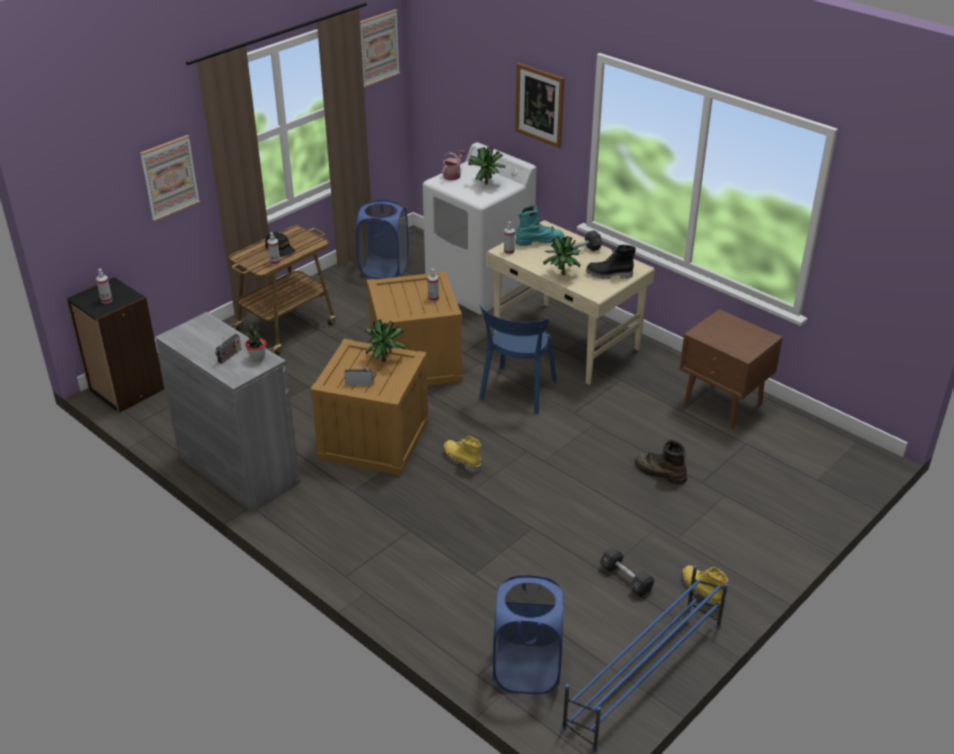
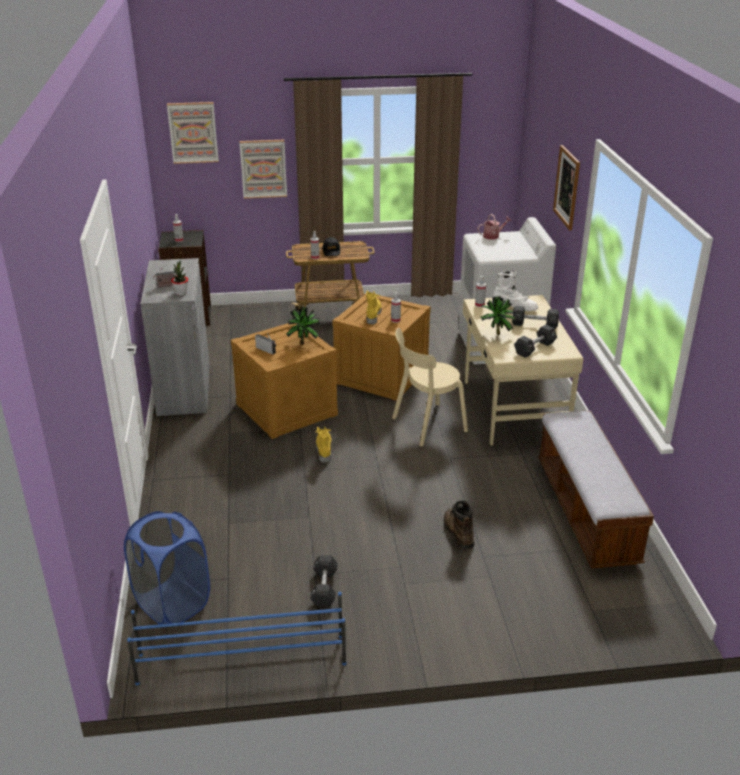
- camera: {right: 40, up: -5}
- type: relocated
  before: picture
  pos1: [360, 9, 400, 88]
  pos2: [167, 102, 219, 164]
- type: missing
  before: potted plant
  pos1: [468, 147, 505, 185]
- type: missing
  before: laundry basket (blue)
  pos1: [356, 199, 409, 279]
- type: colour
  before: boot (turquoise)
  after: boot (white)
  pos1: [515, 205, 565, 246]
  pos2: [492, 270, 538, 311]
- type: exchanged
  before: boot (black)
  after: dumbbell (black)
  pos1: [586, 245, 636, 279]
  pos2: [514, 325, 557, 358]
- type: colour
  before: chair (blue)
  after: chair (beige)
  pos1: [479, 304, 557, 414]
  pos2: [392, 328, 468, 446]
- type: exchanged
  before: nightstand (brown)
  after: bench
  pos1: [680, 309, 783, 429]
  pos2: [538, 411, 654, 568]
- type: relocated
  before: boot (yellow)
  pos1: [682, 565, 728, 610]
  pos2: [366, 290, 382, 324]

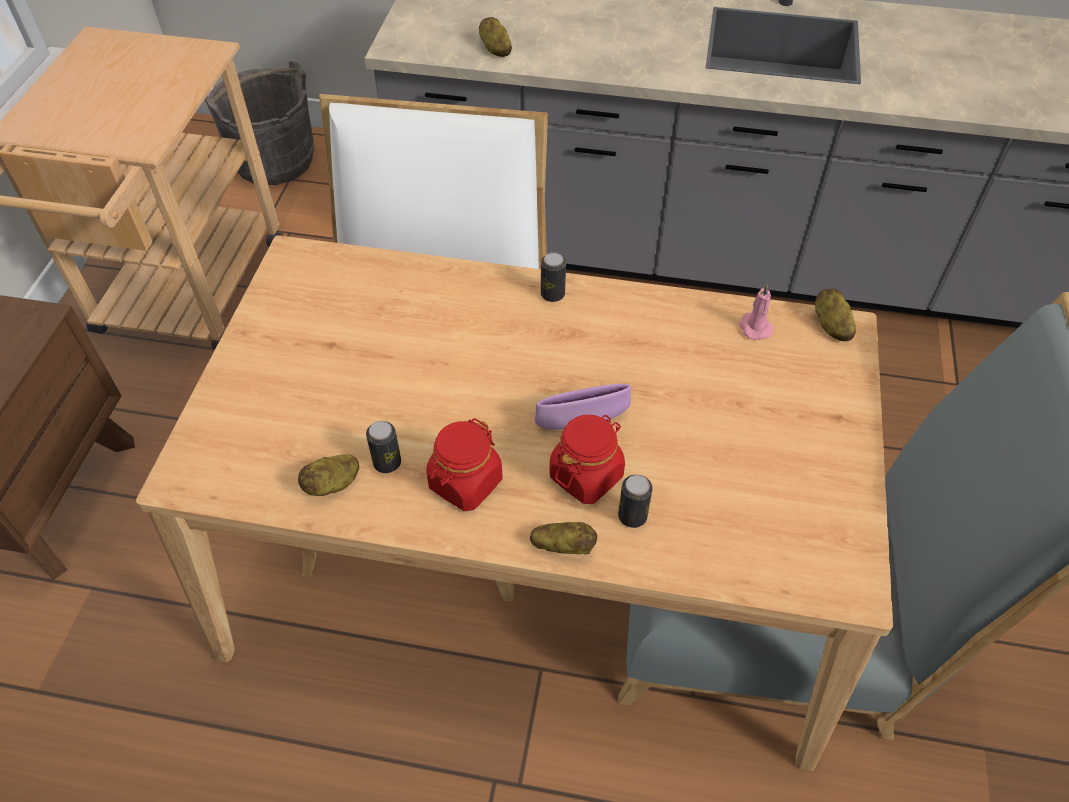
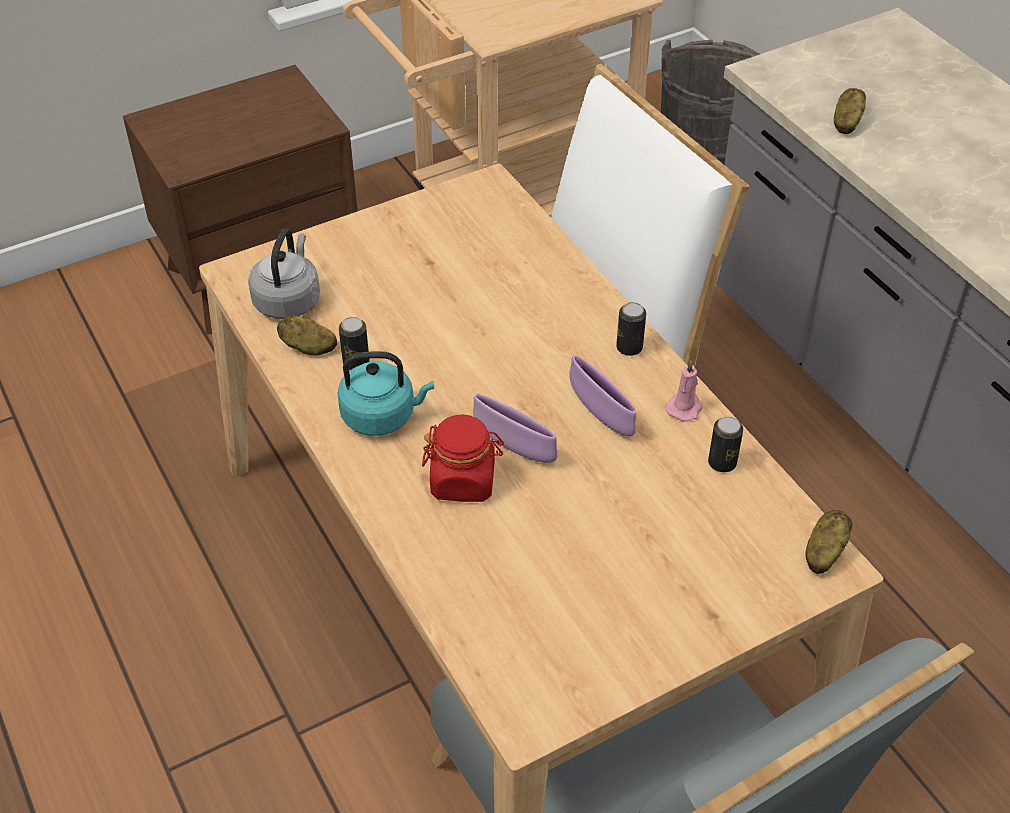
- camera: {right: 50, up: -5}
- type: relocated
  before: candle (pink)
  pos1: [739, 284, 774, 340]
  pos2: [665, 361, 703, 422]
- type: exchanged
  before: jar (red)
  after: kettle (turquoise)
  pos1: [426, 418, 503, 511]
  pos2: [337, 352, 434, 436]
- type: relocated
  before: can
  pos1: [618, 475, 653, 528]
  pos2: [708, 416, 743, 472]
- type: missing
  before: potato
  pos1: [530, 522, 597, 555]
- type: appeared
  after: kettle (grey)
  pos2: [248, 229, 320, 319]
- type: appeared
  after: bowl (purple)
  pos2: [570, 355, 636, 437]

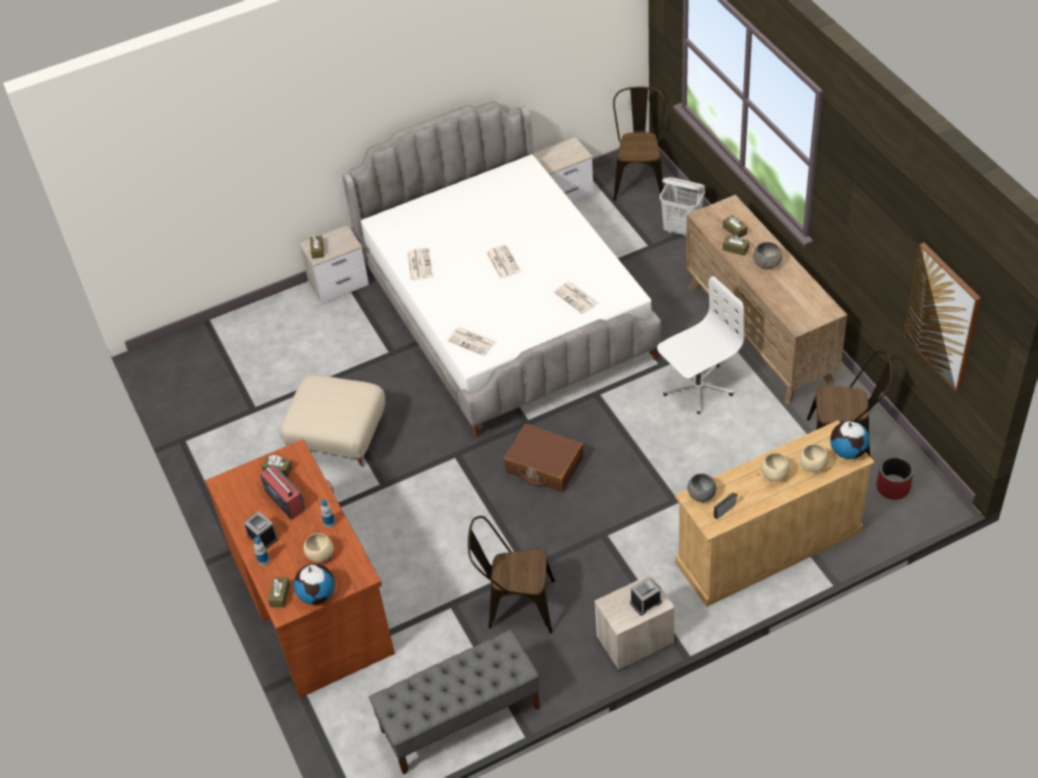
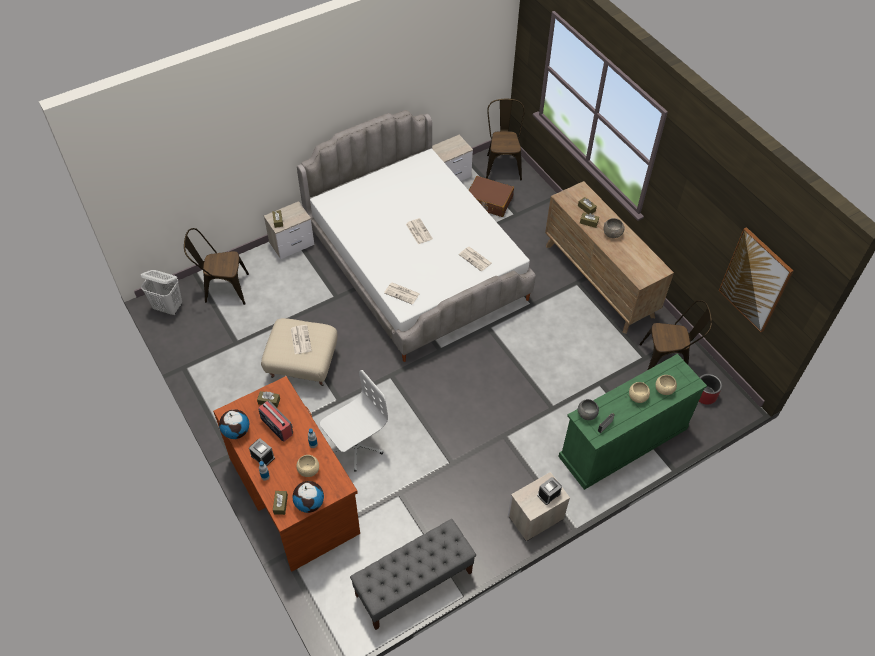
- camera: {right: -10, up: 5}
- type: relocated
  before: laundry basket (white)
  pos1: [660, 177, 705, 236]
  pos2: [141, 270, 182, 315]
- type: relocated
  before: newspaper
  pos1: [407, 248, 432, 281]
  pos2: [291, 325, 312, 354]
- type: relocated
  before: office chair (white)
  pos1: [657, 276, 745, 414]
  pos2: [320, 370, 388, 472]
- type: colour
  before: dresser (beige)
  after: dresser (green)
  pos1: [675, 420, 874, 607]
  pos2: [558, 354, 707, 490]
- type: relocated
  before: globe
  pos1: [830, 421, 870, 459]
  pos2: [219, 409, 249, 439]
- type: relocated
  before: suitcase (brown)
  pos1: [504, 424, 584, 492]
  pos2: [469, 176, 514, 217]
- type: relocated
  before: chair (brown)
  pos1: [468, 516, 555, 634]
  pos2: [184, 228, 249, 305]

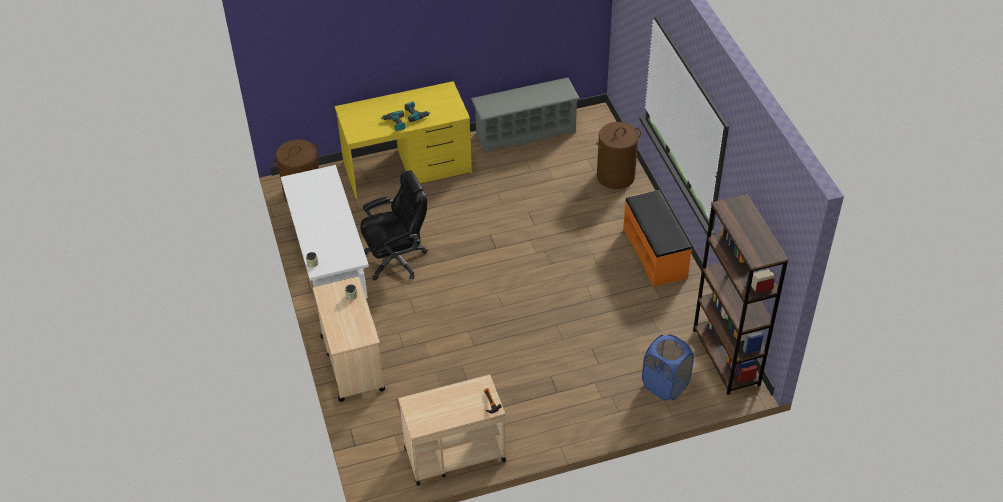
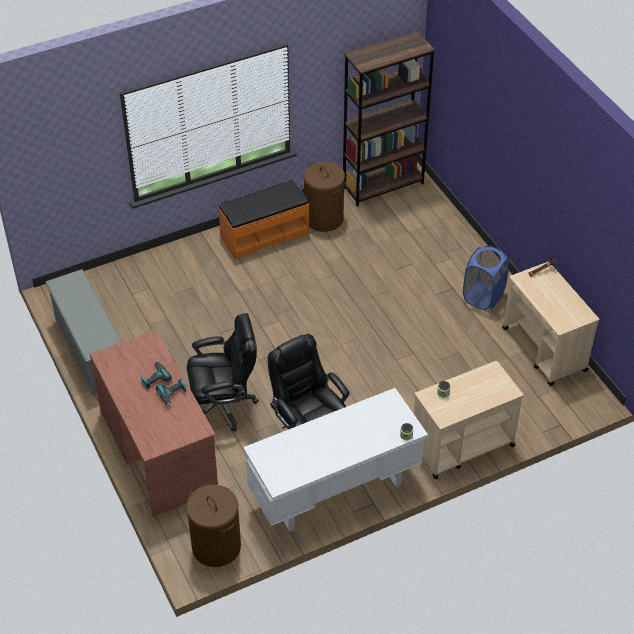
- camera: {right: -100, up: 0}
- type: colour
  before: desk (yellow)
  after: desk (brown)
  pos1: [334, 81, 472, 199]
  pos2: [90, 330, 218, 517]
- type: relocated
  before: laundry basket (brown)
  pos1: [596, 122, 641, 189]
  pos2: [304, 162, 345, 232]
- type: relocated
  before: laundry basket (blue)
  pos1: [642, 335, 694, 400]
  pos2: [463, 246, 509, 310]
- type: appeared
  after: office chair (black)
  pos2: [187, 313, 259, 432]

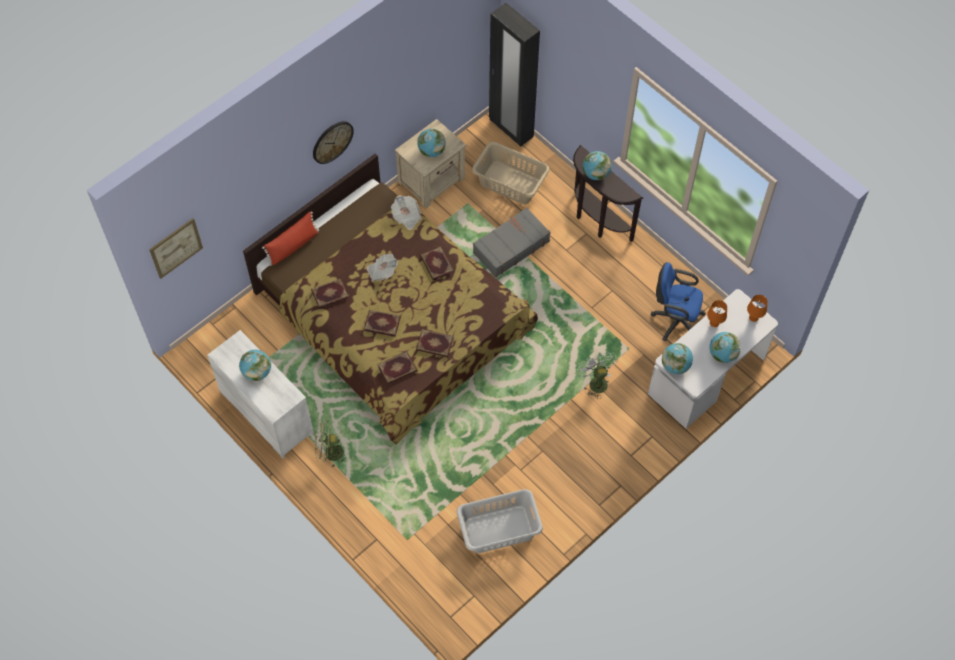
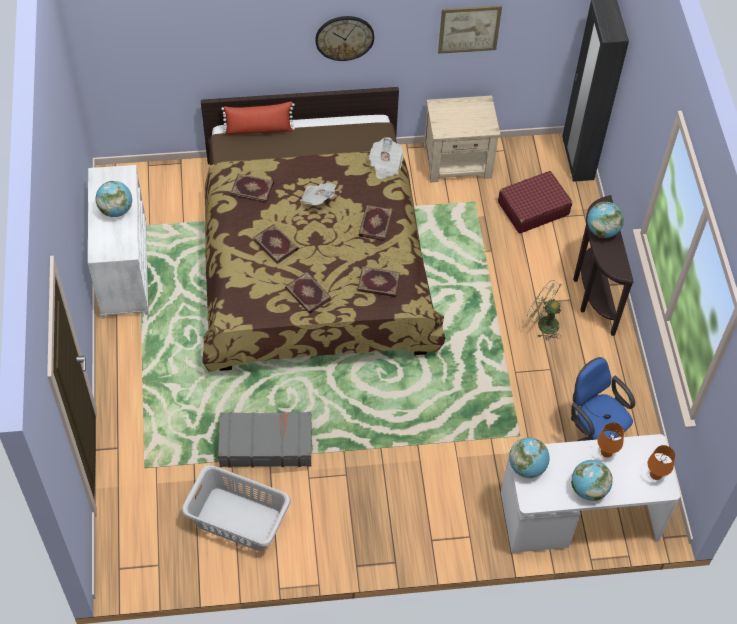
- camera: {right: 35, up: -5}
- type: missing
  before: globe
  pos1: [417, 129, 446, 157]
- type: exchanged
  before: laundry basket (beige)
  after: suitcase (red)
  pos1: [472, 142, 550, 205]
  pos2: [498, 171, 572, 233]
- type: relocated
  before: suitcase (grey)
  pos1: [473, 208, 551, 277]
  pos2: [218, 411, 312, 468]
- type: relocated
  before: picture
  pos1: [149, 218, 203, 279]
  pos2: [438, 5, 502, 54]
- type: relocated
  before: book
  pos1: [377, 351, 417, 385]
  pos2: [357, 266, 401, 297]
- type: missing
  before: fan (white)
  pos1: [577, 352, 618, 399]
- type: relocated
  before: fan (green)
  pos1: [315, 420, 347, 468]
  pos2: [526, 280, 561, 340]

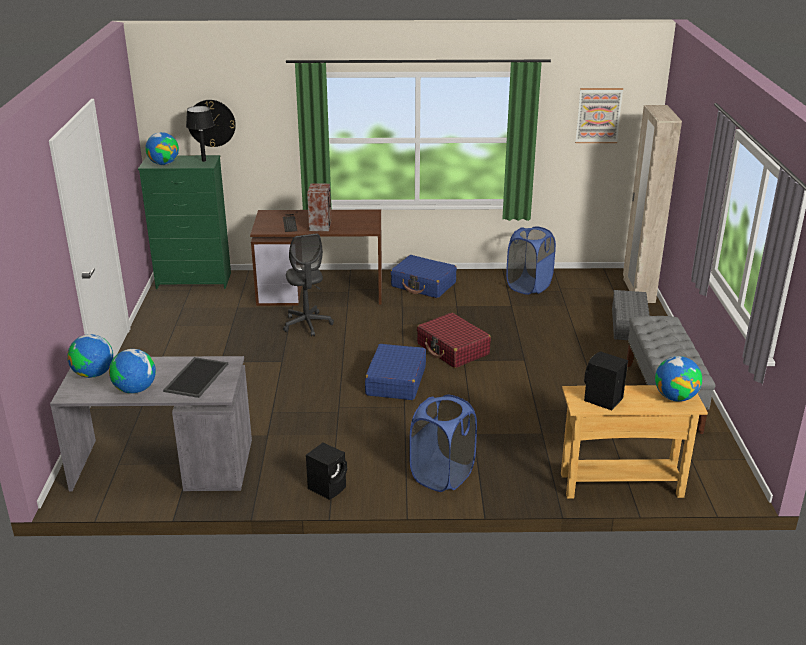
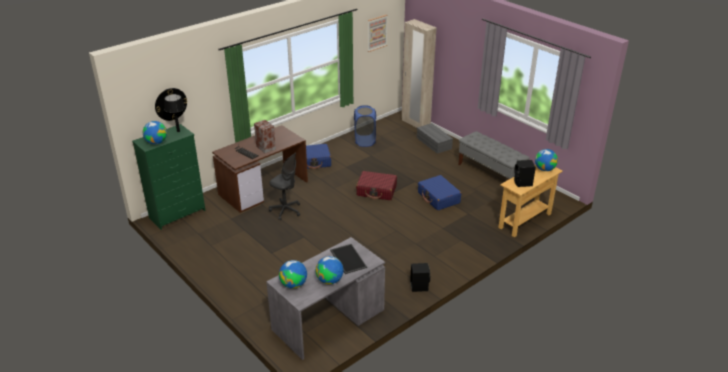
- camera: {right: -40, up: 5}
- type: relocated
  before: suitcase (blue)
  pos1: [365, 344, 426, 400]
  pos2: [418, 175, 461, 211]
- type: missing
  before: laundry basket (blue)
  pos1: [410, 395, 477, 492]

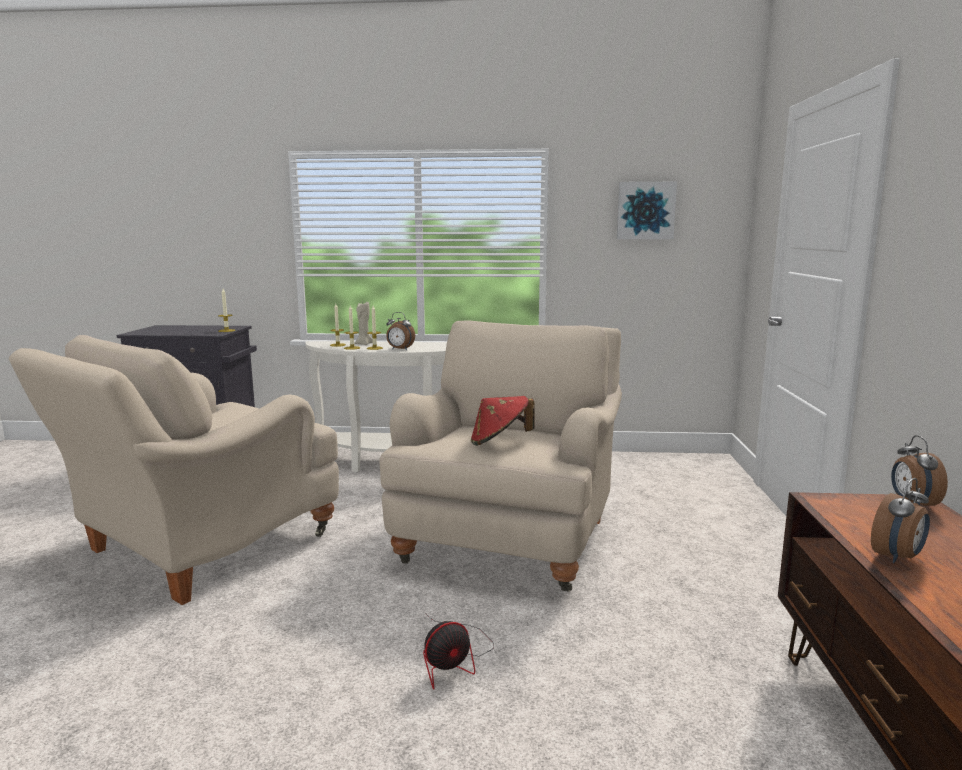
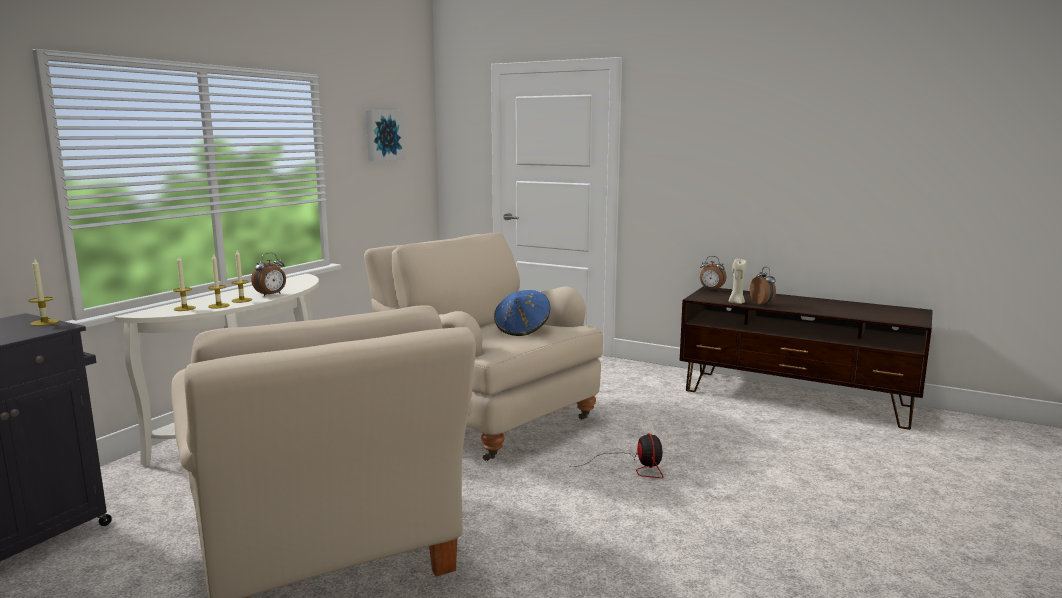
- camera: {right: -65, up: 0}
- type: relocated
  before: candle (beige)
  pos1: [355, 301, 373, 345]
  pos2: [729, 258, 747, 304]
- type: colour
  before: hat (red)
  after: hat (blue)
  pos1: [471, 396, 535, 446]
  pos2: [494, 290, 550, 336]

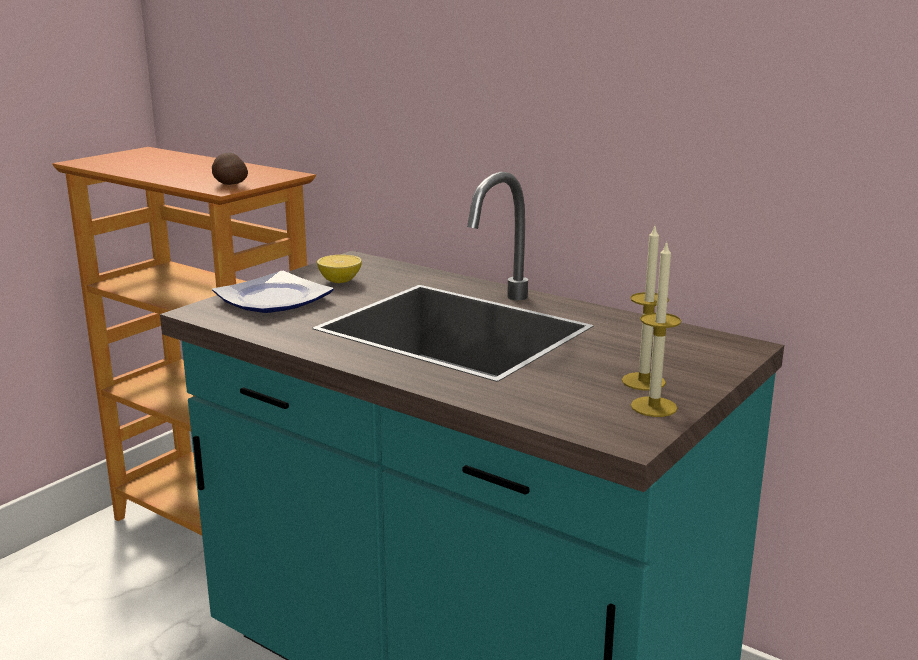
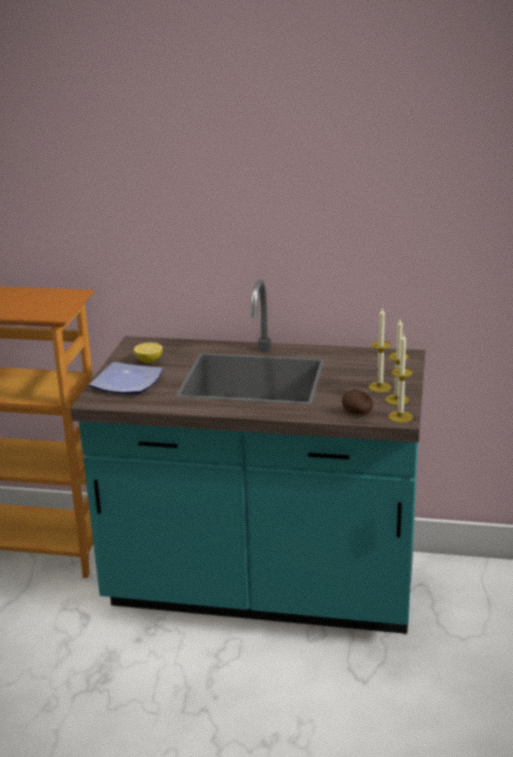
- camera: {right: -25, up: 5}
- type: relocated
  before: potato
  pos1: [212, 153, 248, 185]
  pos2: [342, 389, 373, 415]
- type: appeared
  after: candle
  pos2: [388, 334, 413, 423]

